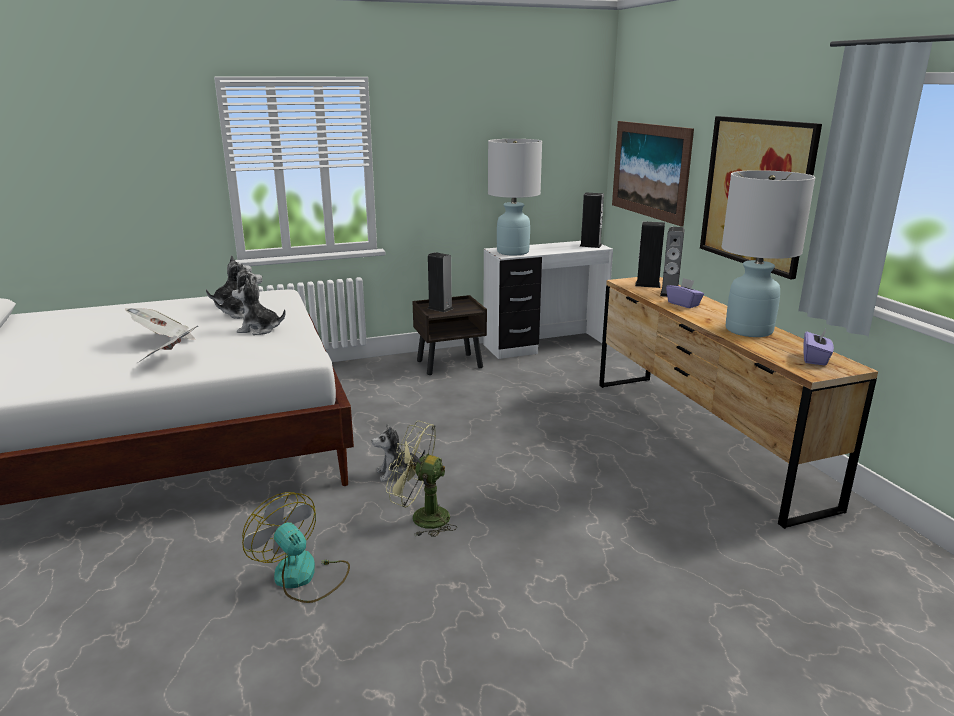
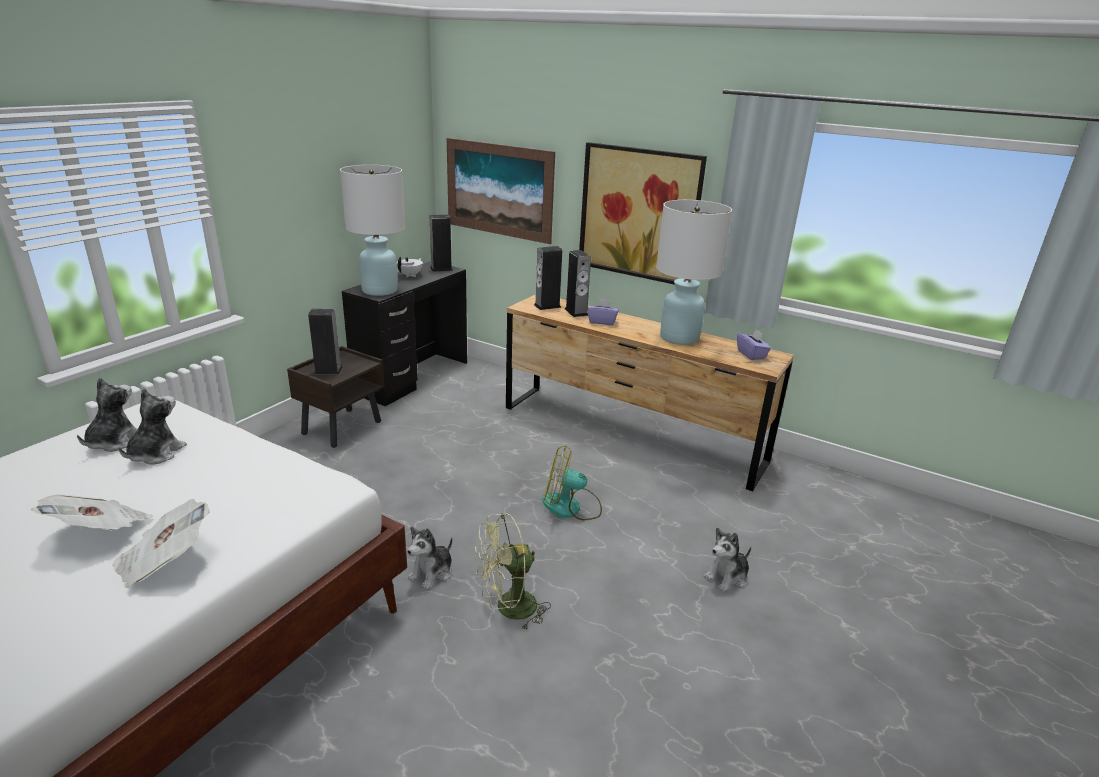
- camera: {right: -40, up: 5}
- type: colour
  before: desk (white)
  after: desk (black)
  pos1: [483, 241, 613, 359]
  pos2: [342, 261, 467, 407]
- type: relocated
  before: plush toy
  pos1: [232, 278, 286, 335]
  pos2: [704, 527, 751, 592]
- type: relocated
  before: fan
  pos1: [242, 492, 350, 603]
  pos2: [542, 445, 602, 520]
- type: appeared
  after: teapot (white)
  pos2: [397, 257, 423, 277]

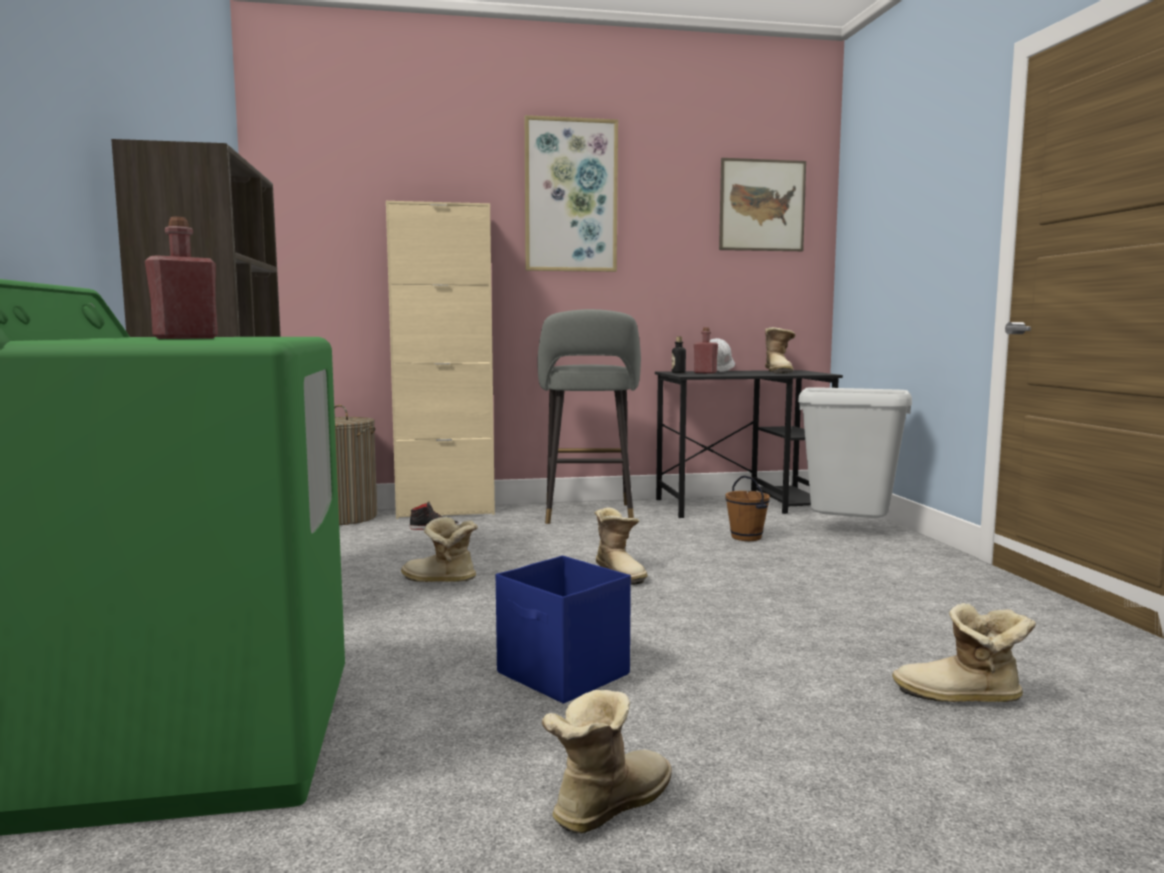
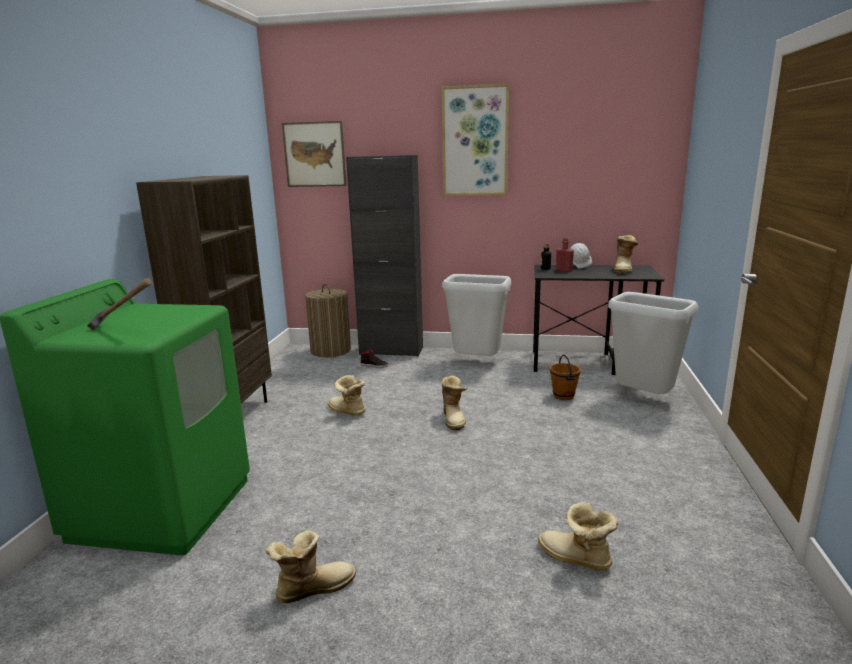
- camera: {right: 20, up: 10}
- type: relocated
  before: picture
  pos1: [719, 158, 806, 251]
  pos2: [282, 121, 347, 187]
- type: colour
  before: cabinet (beige)
  after: cabinet (black)
  pos1: [386, 201, 495, 519]
  pos2: [346, 155, 423, 357]
- type: exchanged
  before: bottle (red)
  after: hammer
  pos1: [145, 216, 218, 339]
  pos2: [87, 278, 152, 330]
- type: exchanged
  before: stool (grey)
  after: trash can (grey)
  pos1: [537, 309, 641, 524]
  pos2: [442, 274, 511, 356]
- type: missing
  before: storage box (blue)
  pos1: [496, 556, 631, 704]

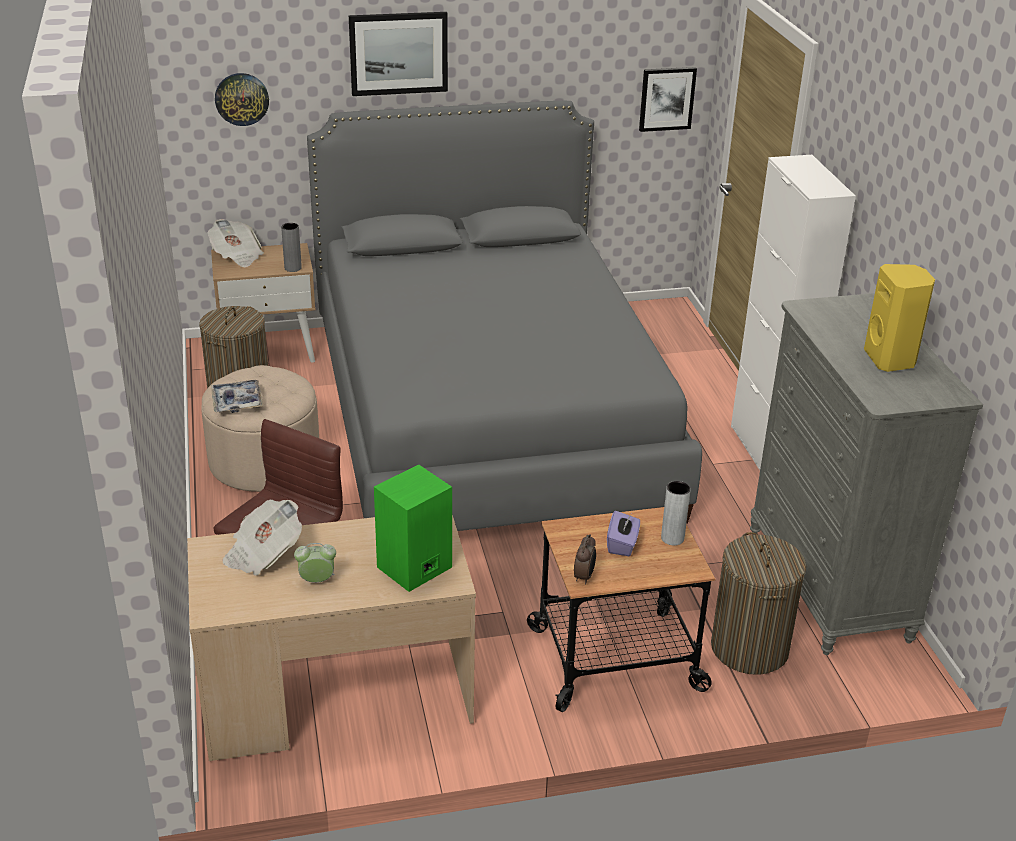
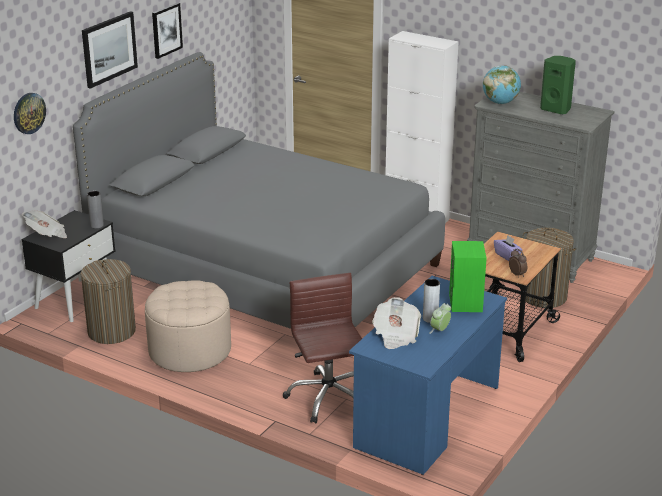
- camera: {right: -45, up: -5}
- type: relocated
  before: picture
  pos1: [639, 67, 697, 132]
  pos2: [152, 3, 183, 59]
- type: colour
  before: nightstand (beige)
  after: nightstand (black)
  pos1: [211, 243, 315, 363]
  pos2: [22, 210, 116, 322]
- type: colour
  before: speaker (yellow)
  after: speaker (green)
  pos1: [864, 264, 935, 372]
  pos2: [540, 56, 576, 114]
- type: missing
  before: tray
  pos1: [211, 380, 263, 413]
- type: relocated
  before: vase (grey)
  pos1: [661, 481, 691, 545]
  pos2: [423, 279, 440, 323]
- type: colour
  before: desk (beige)
  after: desk (blue)
  pos1: [187, 515, 476, 761]
  pos2: [349, 276, 507, 475]
- type: appeared
  after: globe
  pos2: [483, 65, 521, 104]

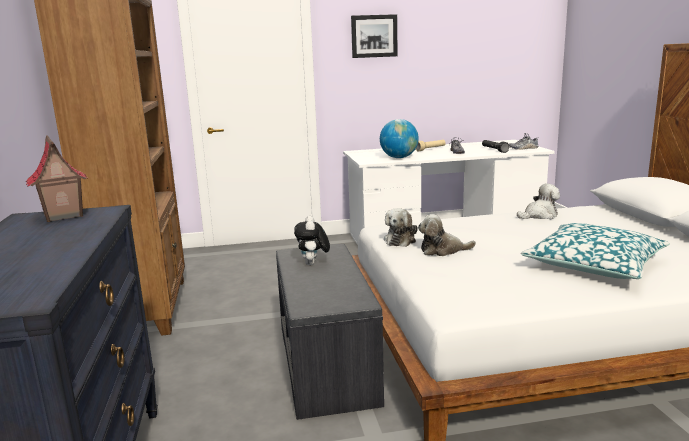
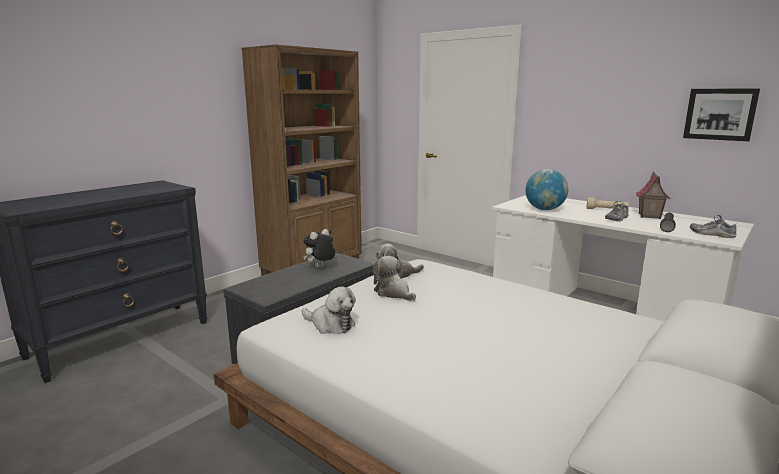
- camera: {right: 50, up: 0}
- type: relocated
  before: picture
  pos1: [351, 14, 398, 58]
  pos2: [683, 88, 760, 141]
- type: relocated
  before: toy house
  pos1: [26, 135, 87, 222]
  pos2: [636, 171, 671, 219]
- type: relocated
  before: plush toy
  pos1: [517, 184, 560, 219]
  pos2: [302, 286, 356, 334]
- type: missing
  before: pillow
  pos1: [521, 223, 670, 279]

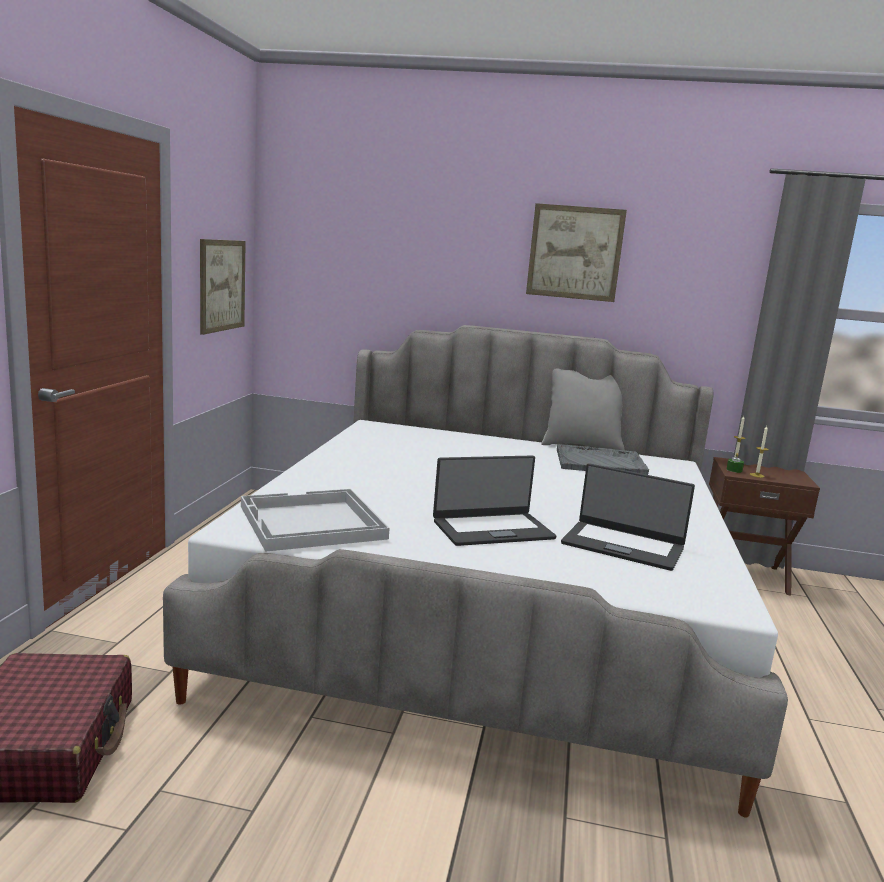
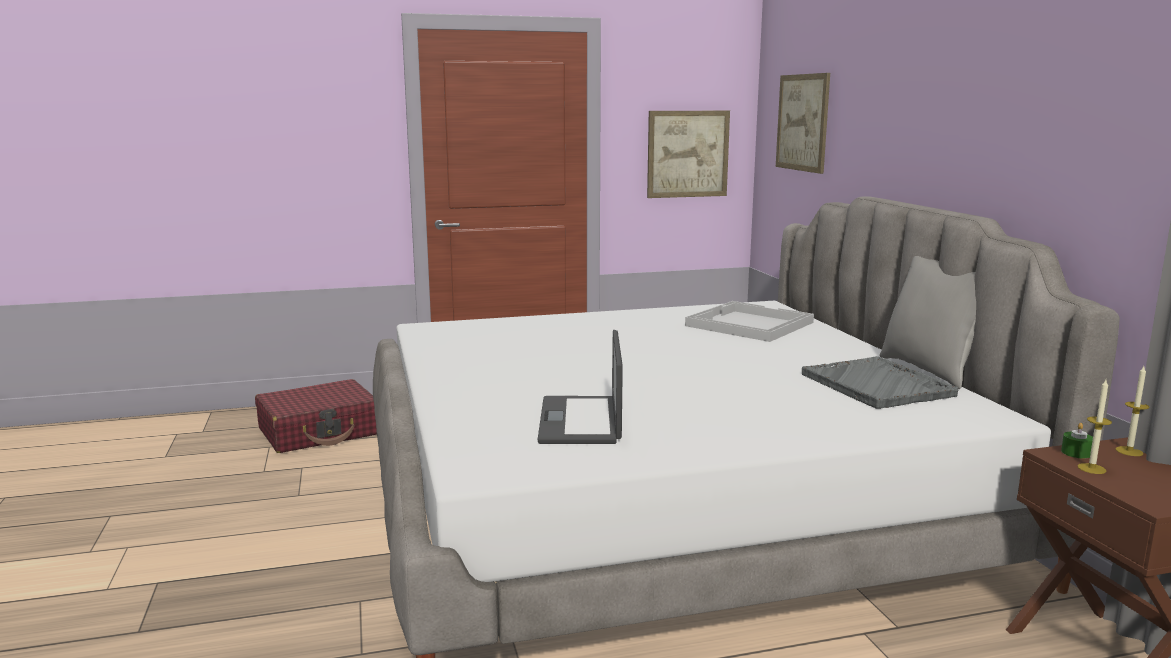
- camera: {right: 65, up: 0}
- type: relocated
  before: picture
  pos1: [526, 203, 627, 302]
  pos2: [776, 73, 830, 174]
- type: missing
  before: laptop
  pos1: [433, 455, 556, 546]
- type: relocated
  before: tray (white)
  pos1: [241, 489, 390, 552]
  pos2: [685, 301, 814, 342]

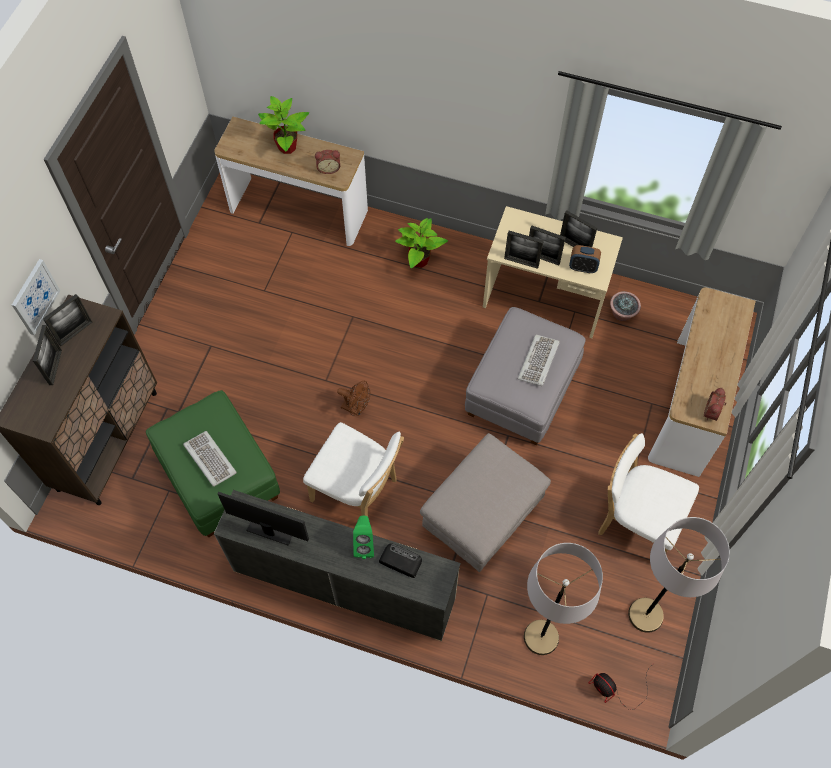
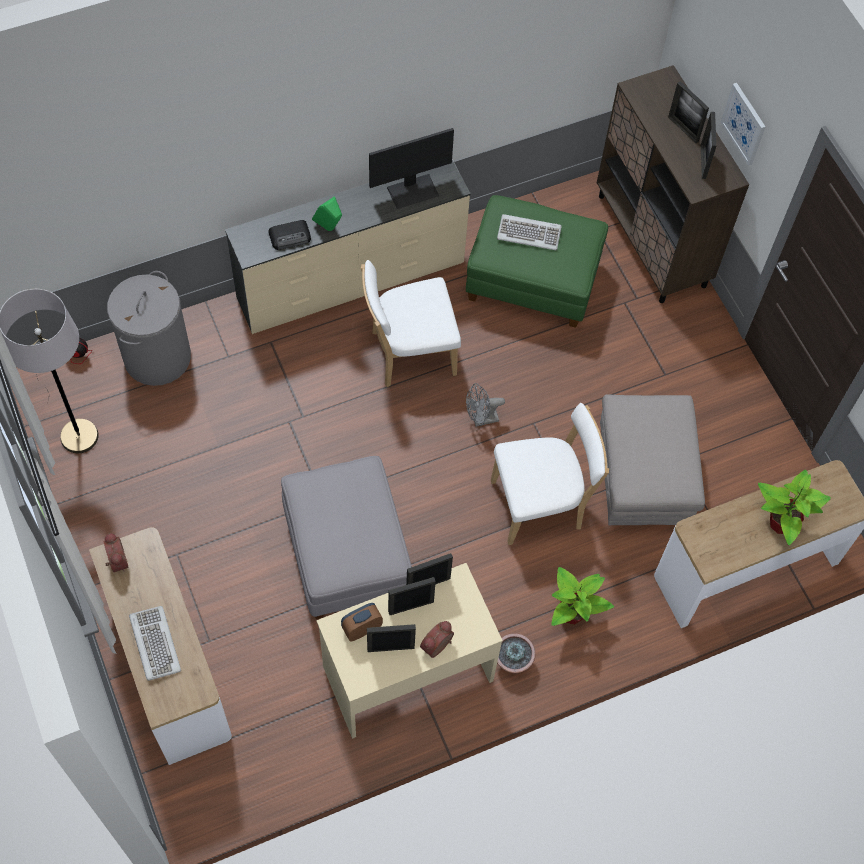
- camera: {right: 135, up: 0}
- type: relocated
  before: alarm clock
  pos1: [315, 150, 340, 174]
  pos2: [420, 621, 454, 658]
- type: relocated
  before: potted plant
  pos1: [610, 291, 641, 321]
  pos2: [497, 633, 536, 673]
- type: relocated
  before: keyboard
  pos1: [518, 334, 560, 386]
  pos2: [129, 606, 181, 681]
- type: colour
  before: fan (brown)
  after: fan (grey)
  pos1: [337, 381, 371, 416]
  pos2: [466, 383, 505, 427]
- type: relocated
  before: ottoman (grey)
  pos1: [420, 433, 551, 572]
  pos2: [600, 394, 705, 526]
- type: relocated
  before: chair (white)
  pos1: [598, 433, 699, 553]
  pos2: [491, 403, 609, 545]
- type: exchanged
  before: floor lamp (grey)
  after: laundry basket (grey)
  pos1: [524, 543, 603, 655]
  pos2: [107, 271, 191, 386]

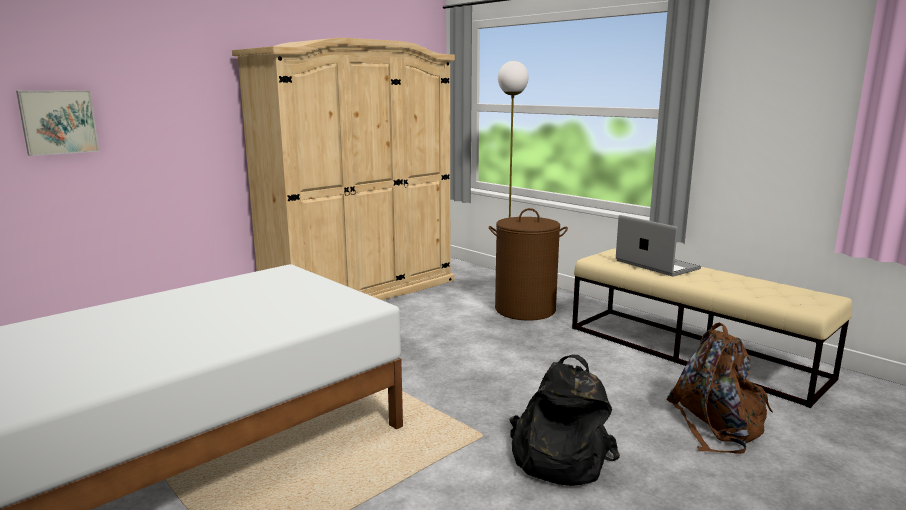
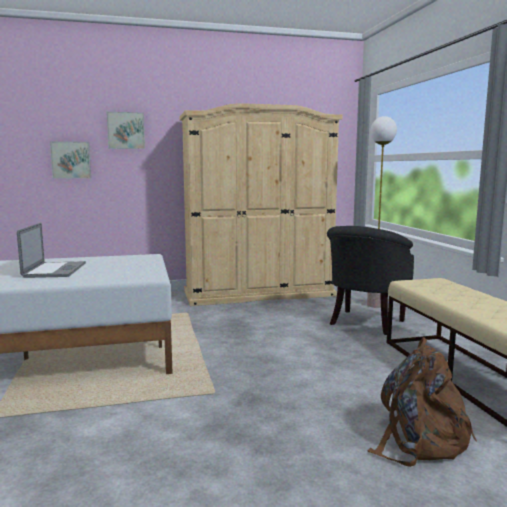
- camera: {right: 30, up: -5}
- type: exchanged
  before: laundry basket (brown)
  after: armchair (black)
  pos1: [488, 208, 568, 321]
  pos2: [327, 226, 414, 335]
- type: relocated
  before: laptop
  pos1: [616, 215, 701, 277]
  pos2: [17, 223, 86, 278]
- type: missing
  before: backpack (black)
  pos1: [510, 354, 620, 486]
- type: appeared
  after: picture
  pos2: [106, 112, 145, 149]

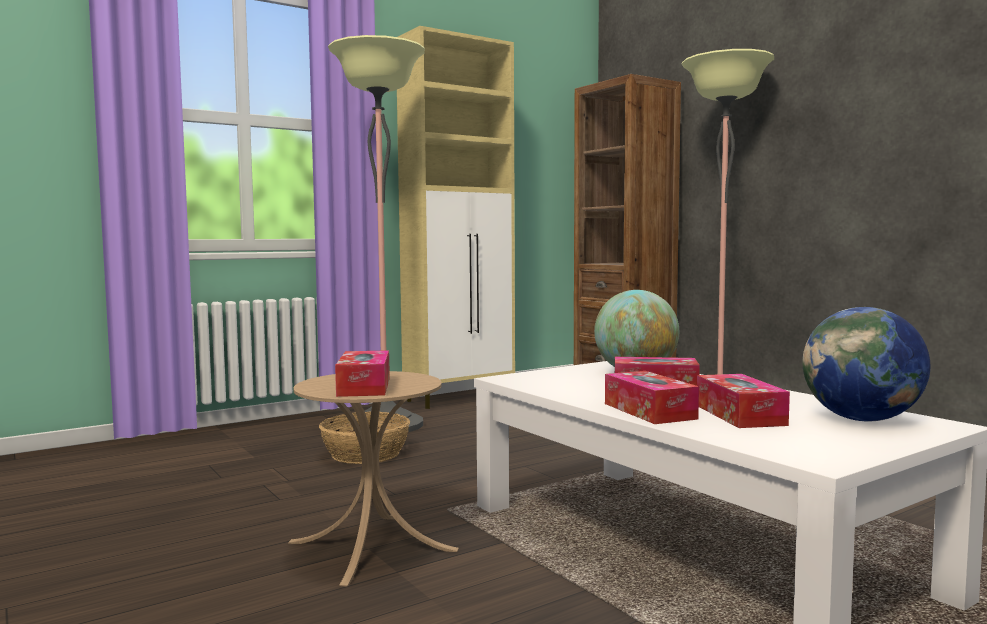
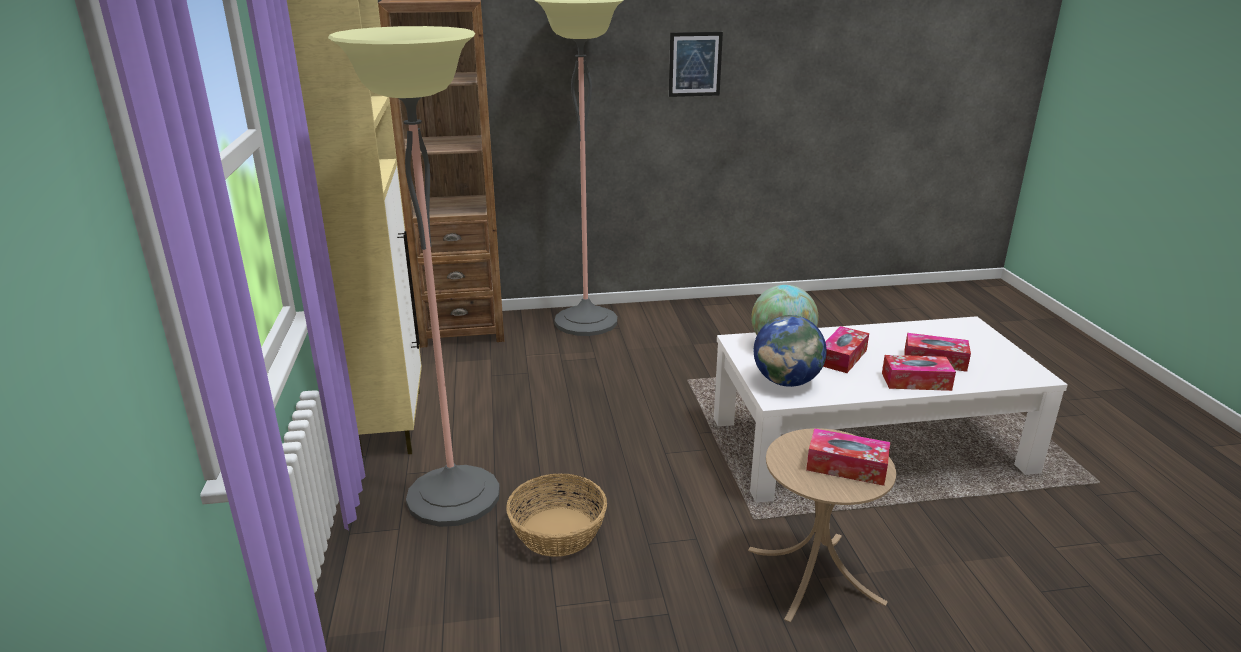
- camera: {right: -65, up: 20}
- type: relocated
  before: globe
  pos1: [802, 307, 930, 422]
  pos2: [754, 315, 827, 387]
- type: appeared
  after: picture
  pos2: [669, 32, 723, 97]

